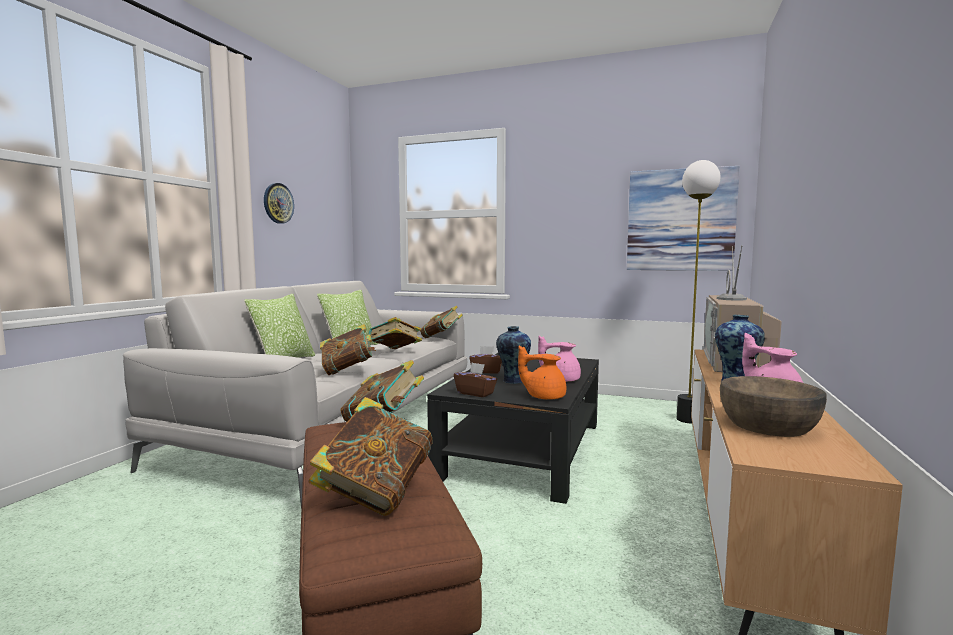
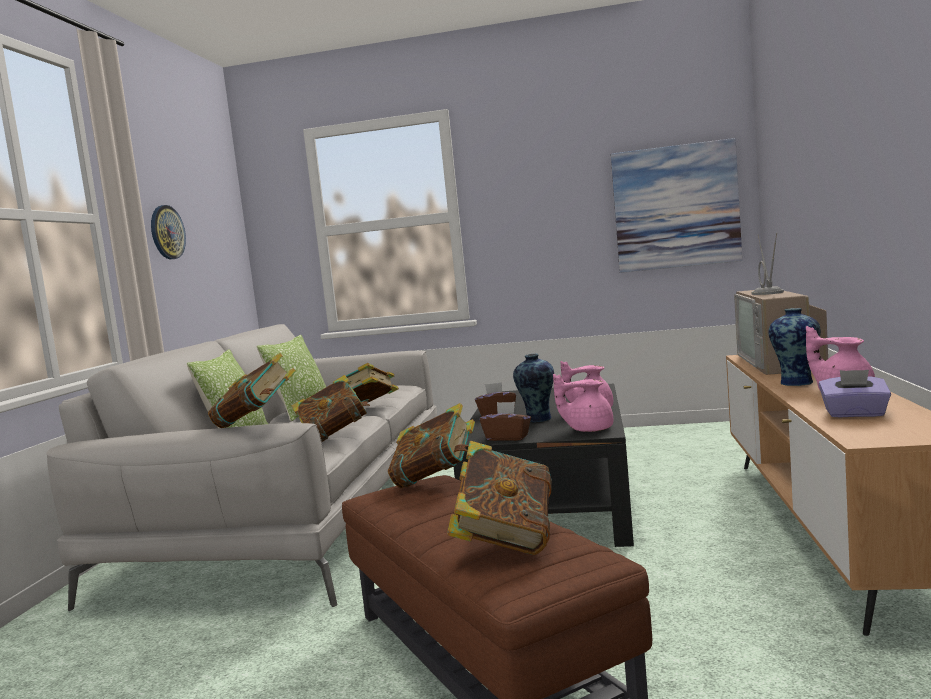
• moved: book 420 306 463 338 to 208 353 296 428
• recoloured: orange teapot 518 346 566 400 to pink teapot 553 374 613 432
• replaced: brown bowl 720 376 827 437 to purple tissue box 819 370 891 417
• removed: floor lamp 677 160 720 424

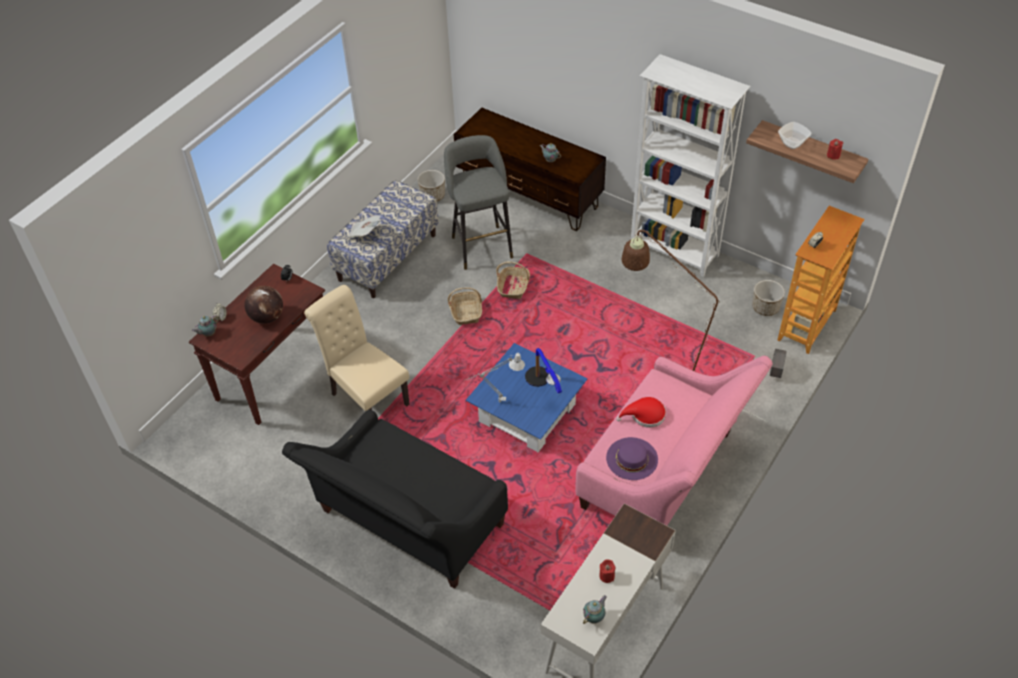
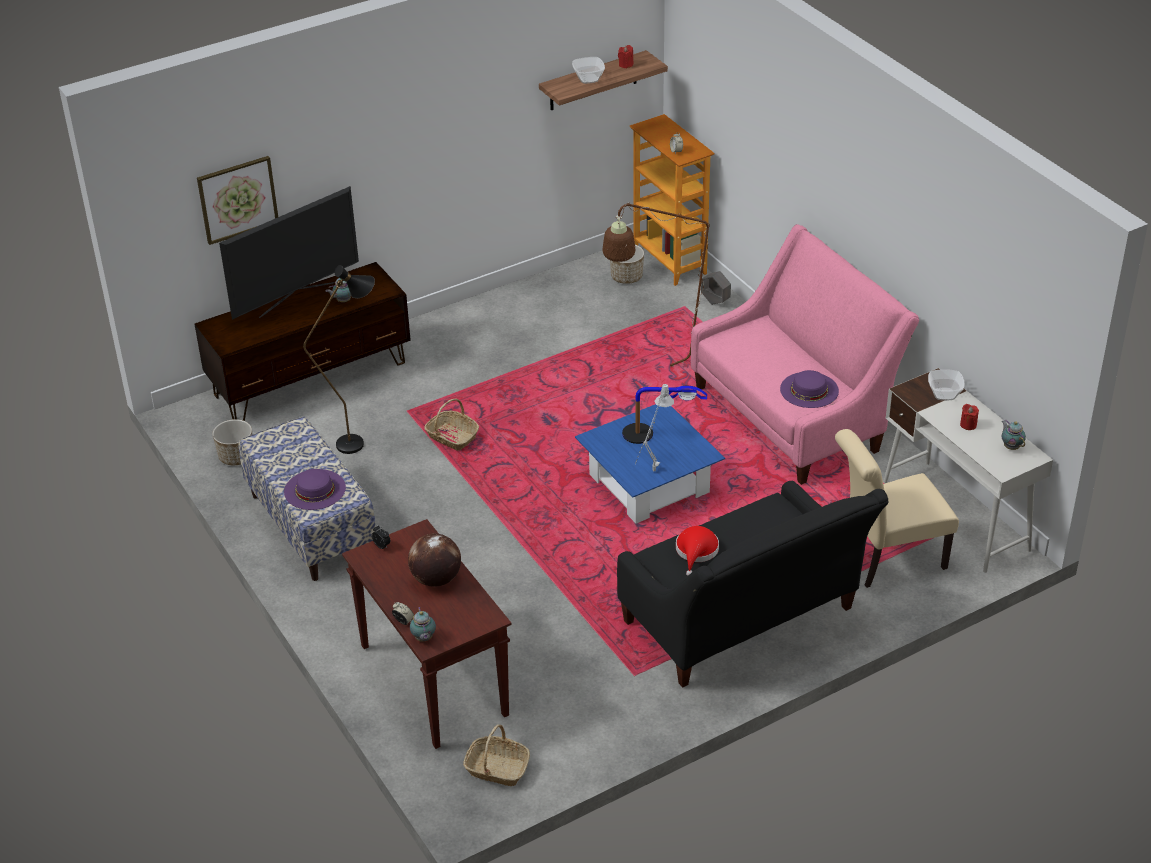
• added: picture 197 156 278 245
• added: television 219 186 359 320
• replaced: newspaper 348 215 381 237 to purple hat 284 469 346 510
• replaced: grey stool 444 135 513 270 to black floor lamp 303 265 375 454
• moved: basket 448 287 482 325 to 463 724 530 786
• moved: red hat 616 397 666 428 to 676 526 719 576
• moved: beige chair 304 285 410 412 to 835 429 959 588
• added: bowl 928 369 964 401
• removed: white bookcase 631 54 750 277

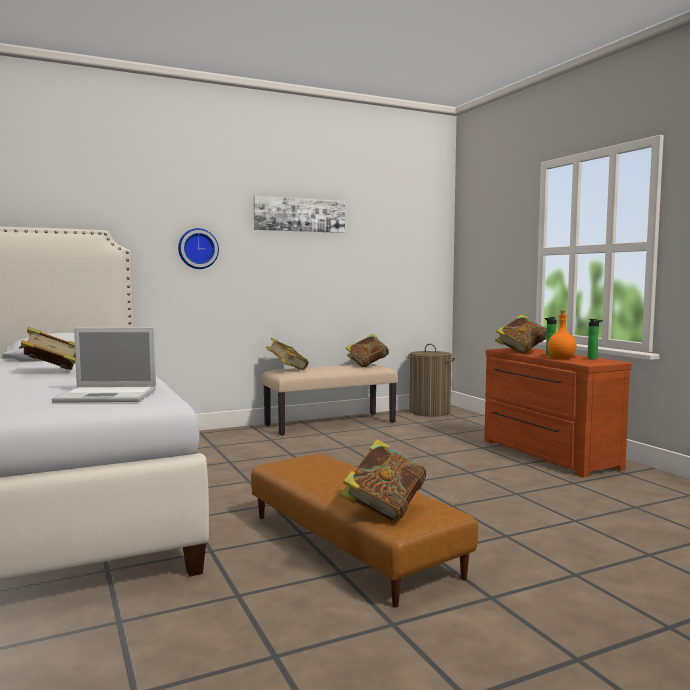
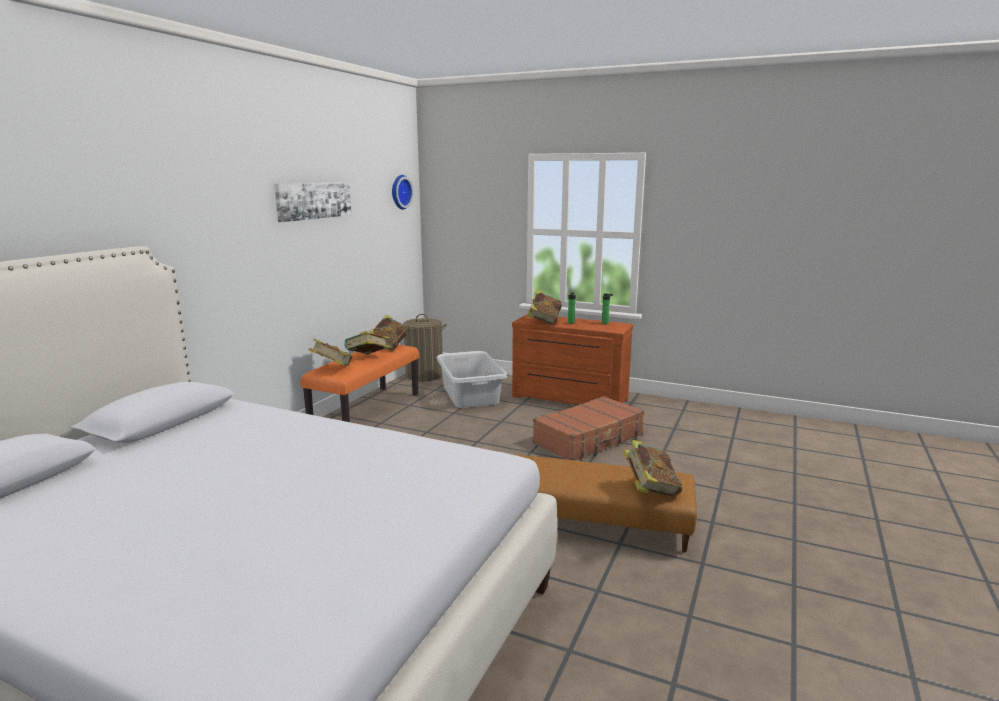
• recoloured: beige bench 262 364 398 436 to orange bench 300 344 419 422
• moved: book 19 327 76 370 to 344 331 390 354
• moved: wall clock 178 228 219 269 to 392 175 414 210
• added: grey laundry basket 436 351 507 408
• added: brown suitcase 533 396 644 460
• removed: laptop 52 328 156 403
• removed: orange bottle 547 311 577 359

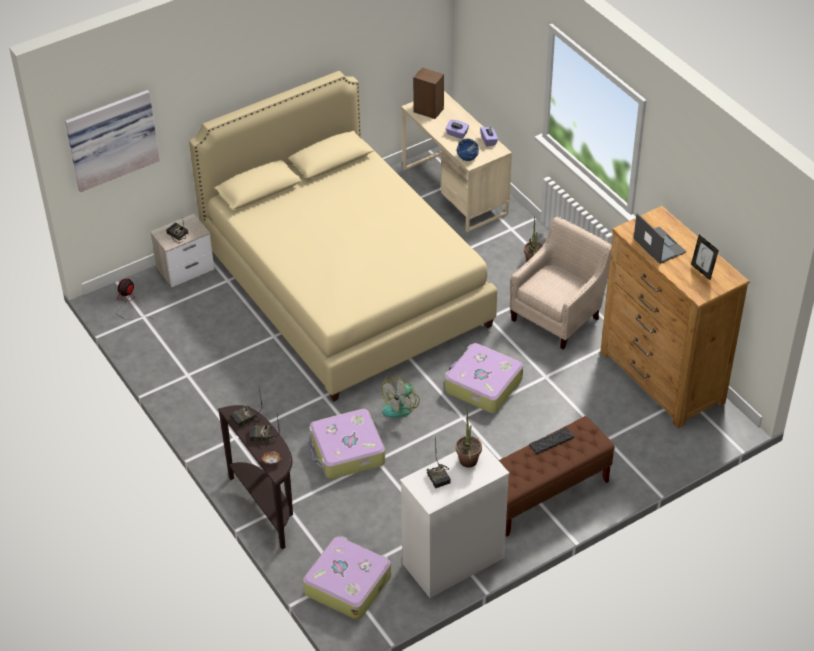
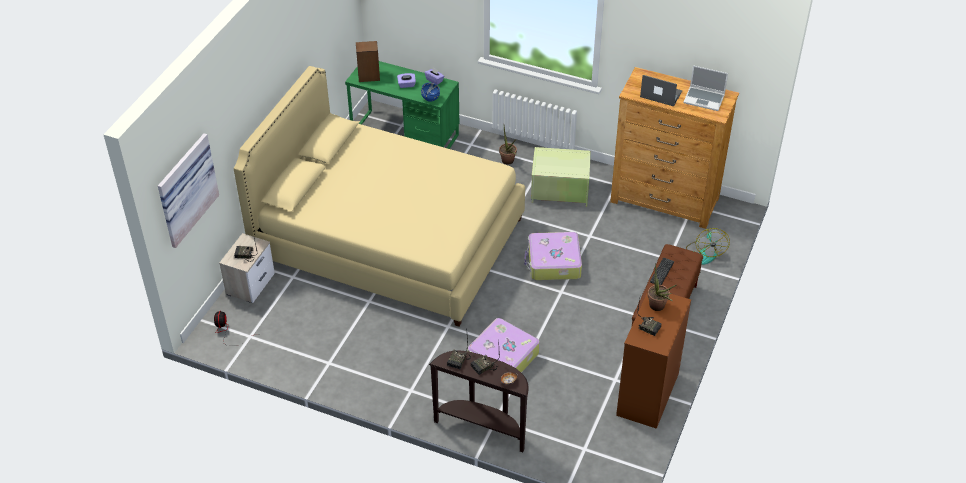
• recoloured: beige desk 401 91 512 232 to green desk 345 61 460 149
• replaced: beige armchair 509 217 612 349 to green storage box 531 147 591 207
• recoloured: white dresser 400 439 510 598 to brown dresser 616 287 691 429
• replaced: picture frame 691 235 719 280 to laptop 683 65 728 111
• moved: fan 382 377 420 418 to 686 228 730 265
• removed: suitcase 303 536 391 620

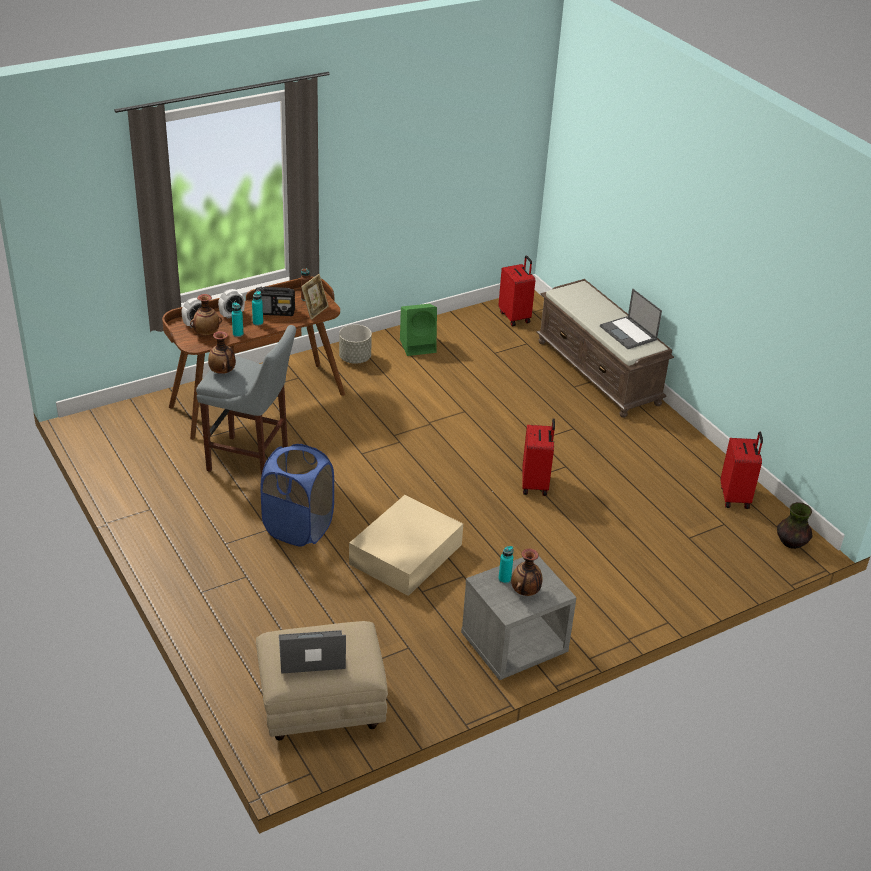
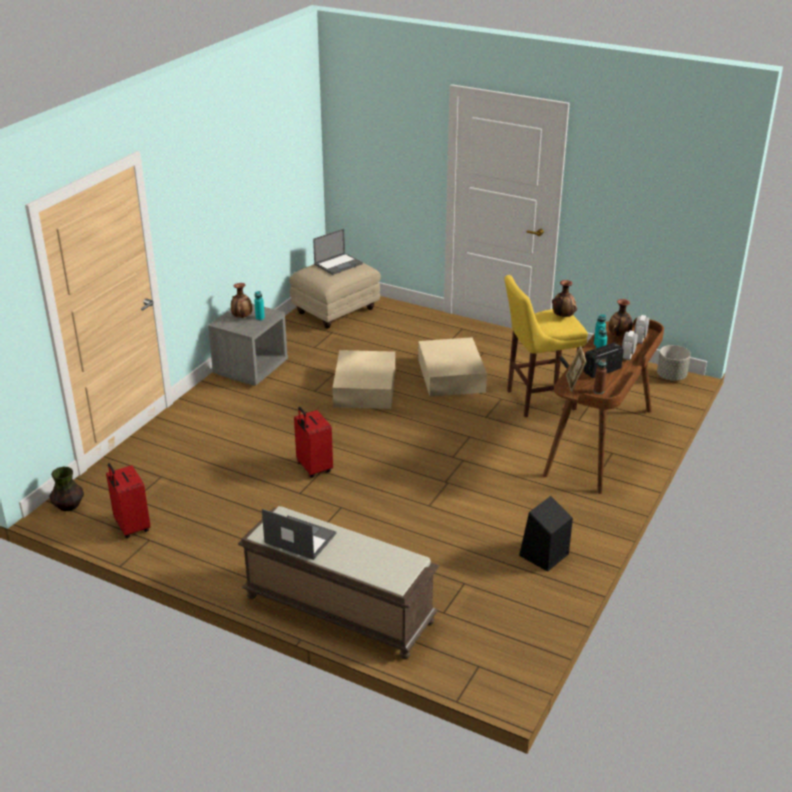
• replaced: blue laundry basket 260 444 334 547 to beige storage box 418 337 487 397
• recoloured: grey stool 196 325 296 476 to yellow stool 504 275 588 417
• recoloured: green speaker 400 304 437 356 to black speaker 519 496 573 572
• moved: grey planter 339 324 372 364 to 657 345 691 381
• removed: red suitcase 499 255 535 326

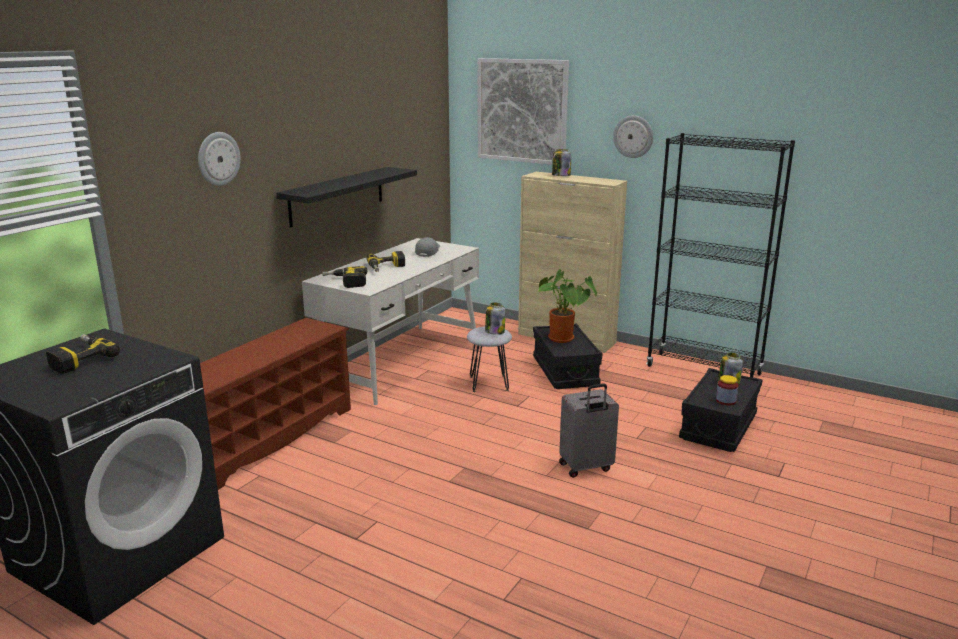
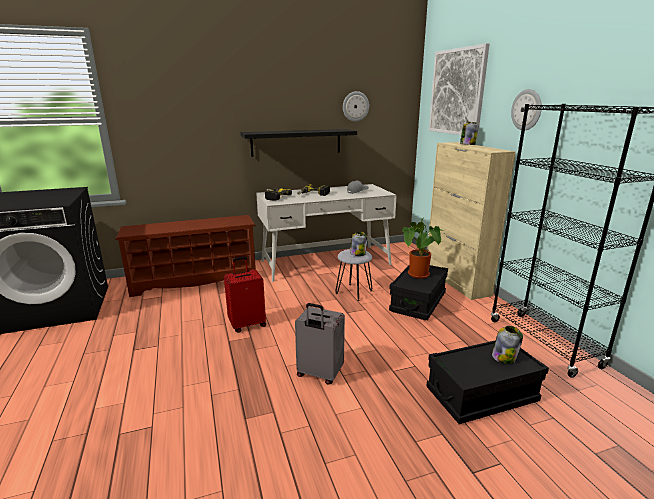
• added: red suitcase 224 257 266 333
• moved: wall clock 198 132 241 186 to 343 91 369 122
• removed: power drill 46 334 120 374
• removed: jar 716 375 738 405

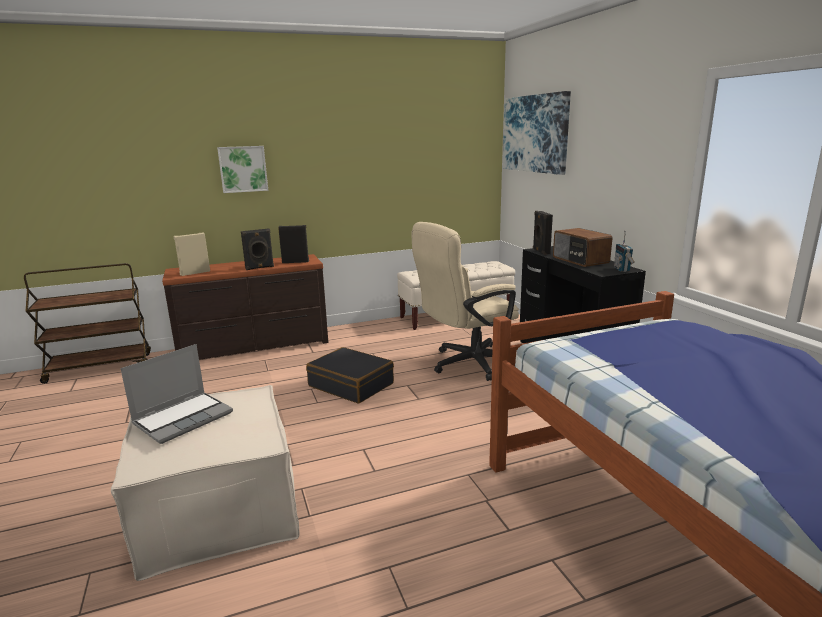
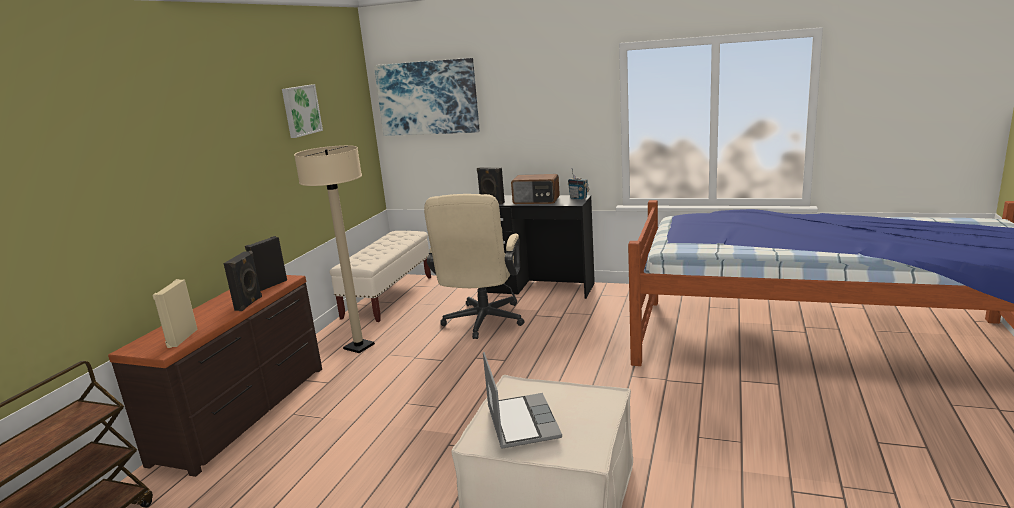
• moved: picture 217 146 268 193 to 282 84 323 138
• added: beige floor lamp 294 145 375 353
• removed: black suitcase 306 347 394 403

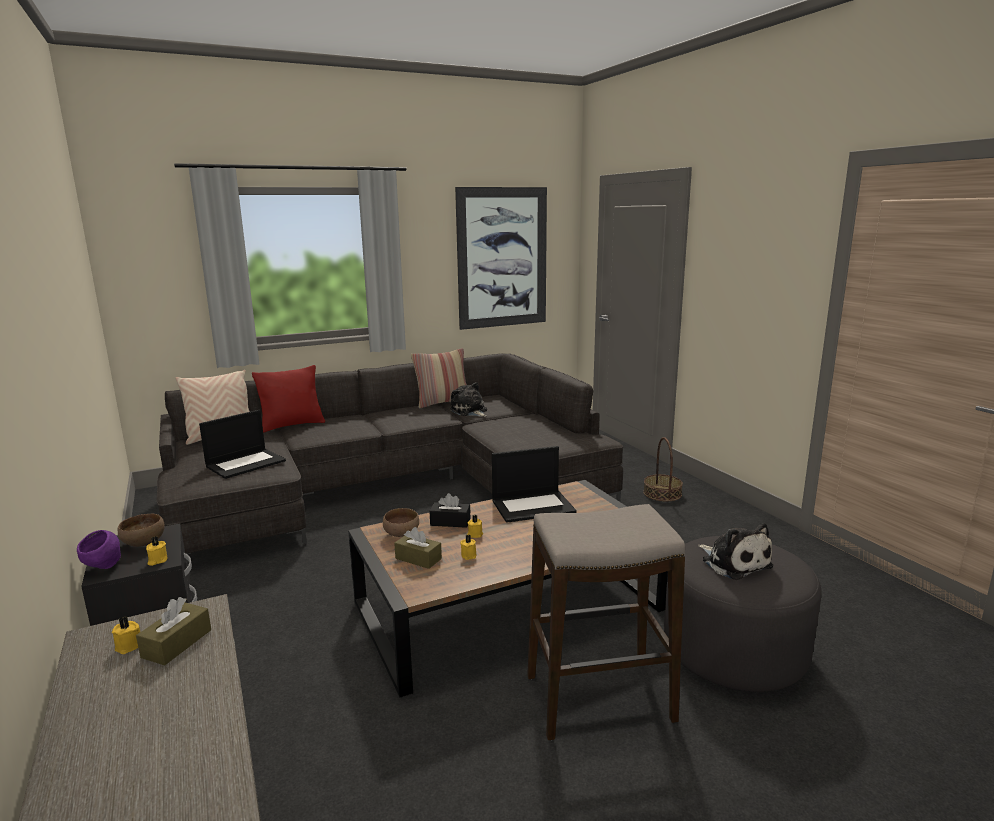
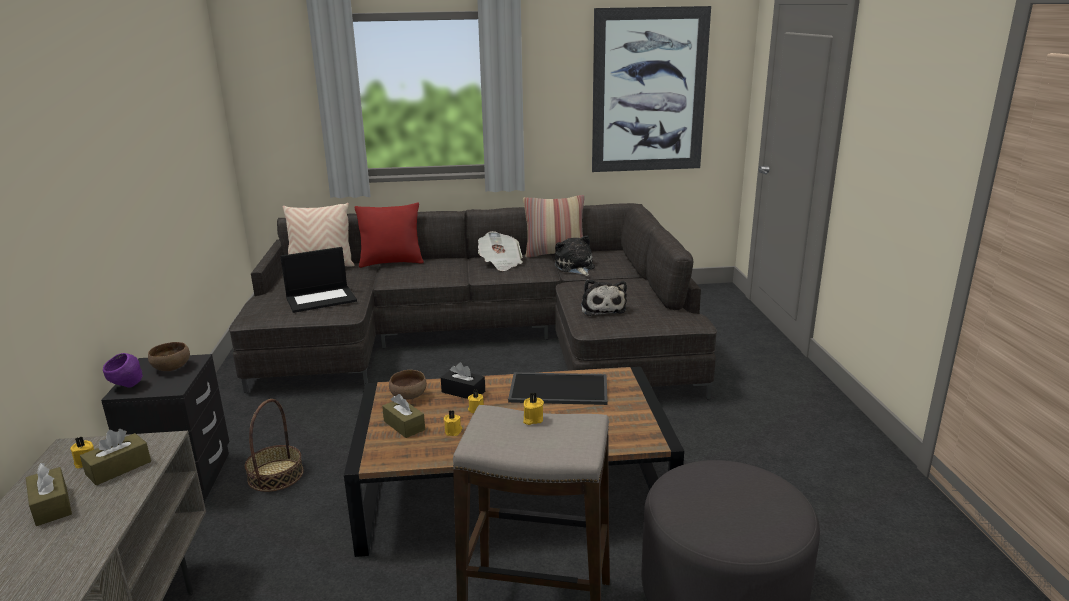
• added: brown tissue box 26 463 72 526
• moved: basket 643 437 683 501 to 245 399 304 492
• added: newspaper 478 231 523 271
• replaced: laptop 492 446 576 523 to tray 508 372 608 405
• moved: yellow candle 146 536 168 566 to 523 392 544 425
• moved: plush toy 698 523 773 580 to 581 279 627 316

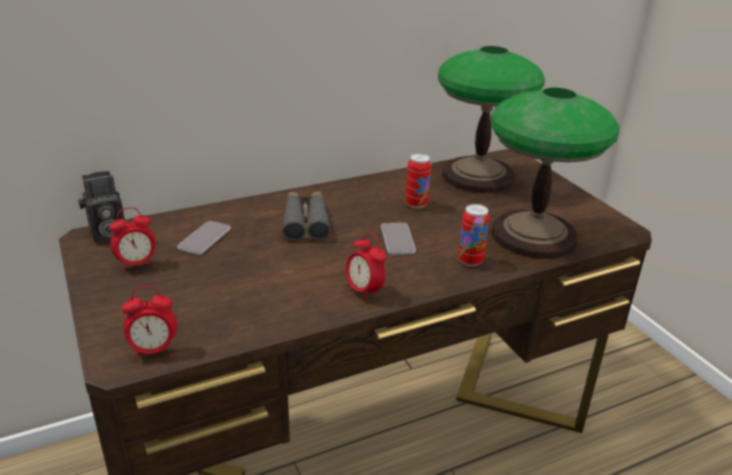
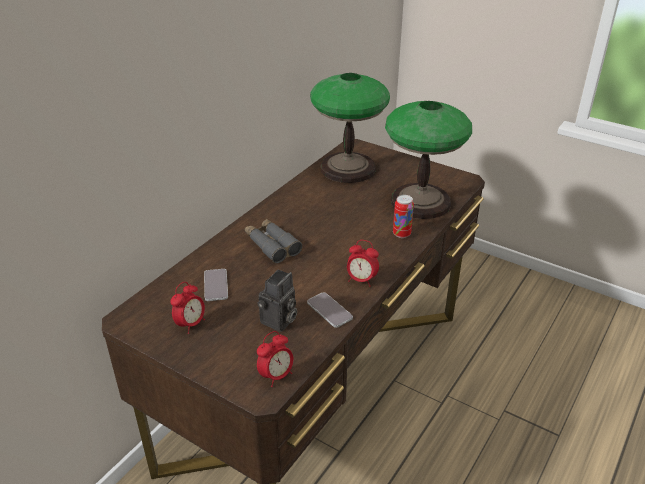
• moved: photo camera 78 171 125 243 to 257 269 297 332
• moved: phone 381 223 416 255 to 307 292 353 328
• removed: can 406 153 431 209

